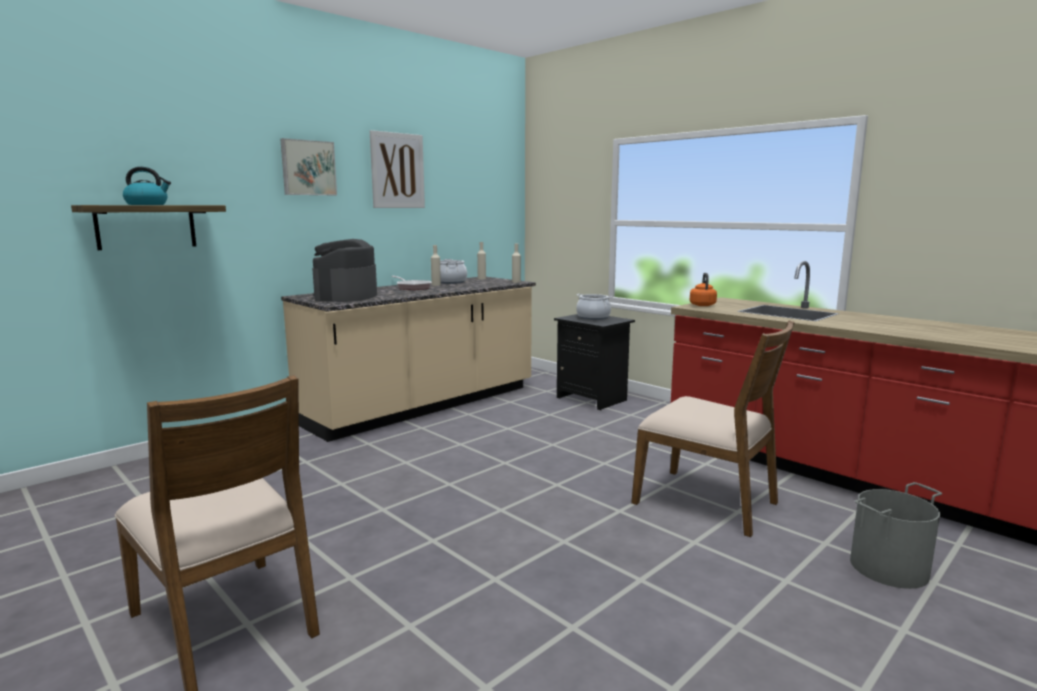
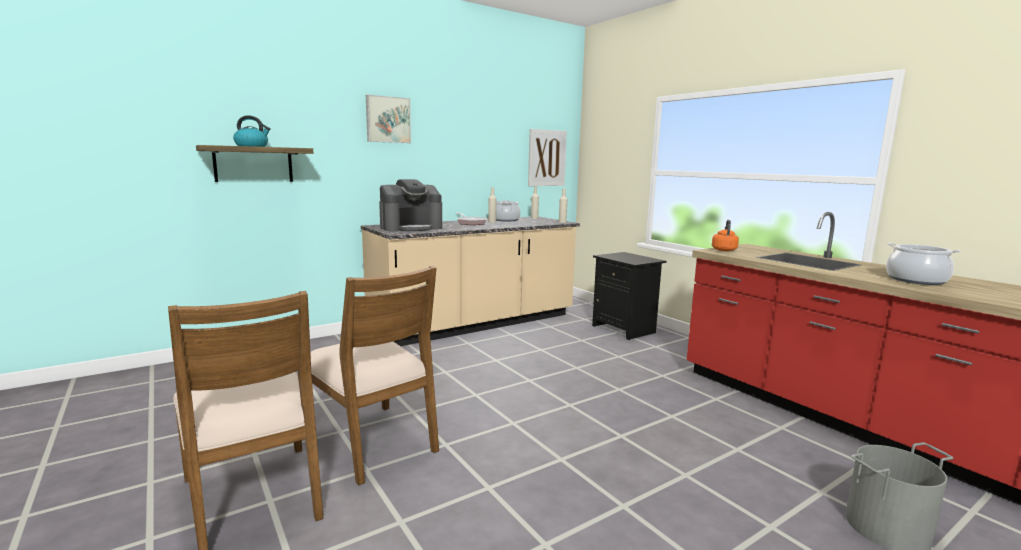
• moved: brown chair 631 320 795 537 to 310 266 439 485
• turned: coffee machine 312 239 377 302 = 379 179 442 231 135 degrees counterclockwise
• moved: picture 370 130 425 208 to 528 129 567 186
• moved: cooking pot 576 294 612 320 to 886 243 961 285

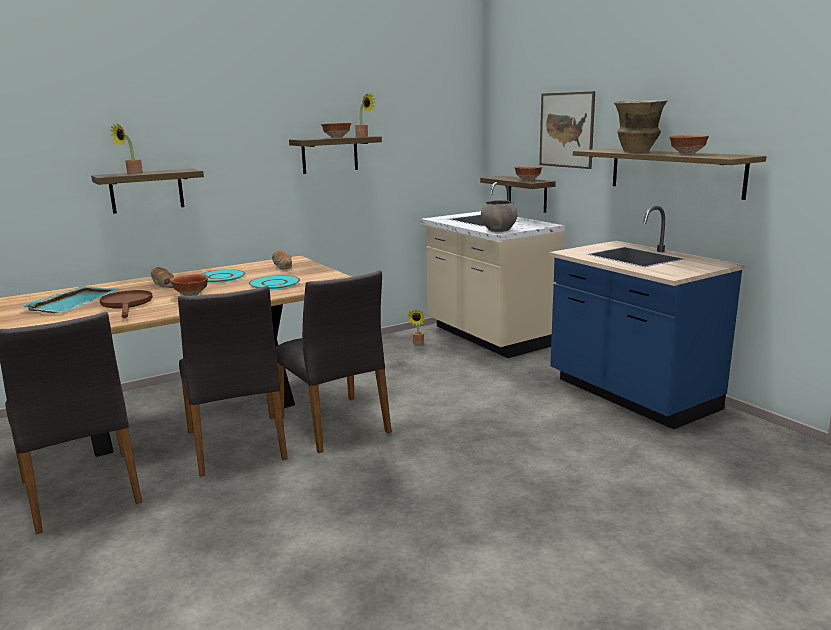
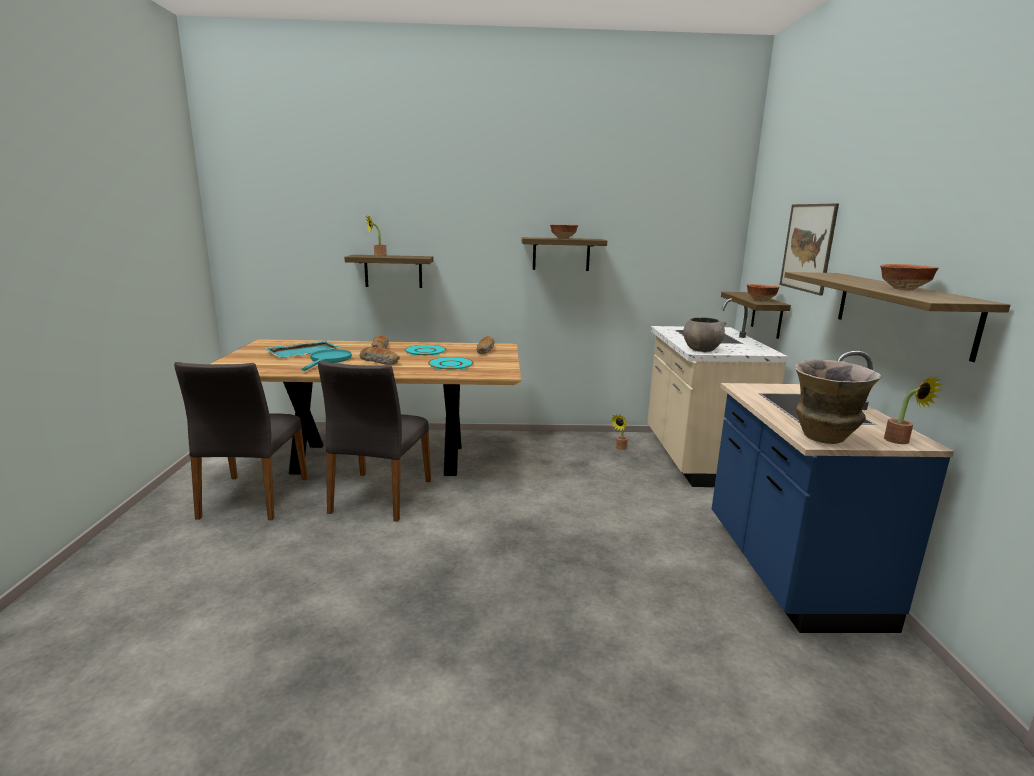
• recoloured: brown frying pan 99 290 153 318 to turquoise frying pan 302 349 352 371
• replaced: bowl 170 274 208 296 to bread 360 347 400 365
• moved: vase 614 100 668 152 to 795 360 881 444
• moved: potted plant 355 93 376 137 to 884 376 943 444
• removed: grey chair 275 270 391 453

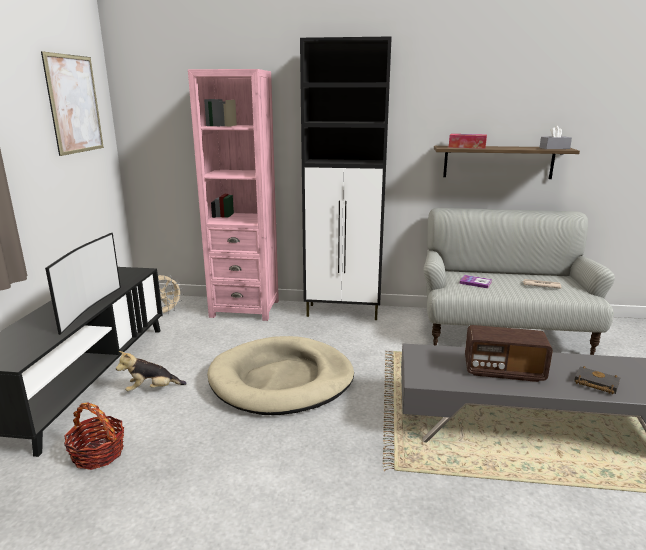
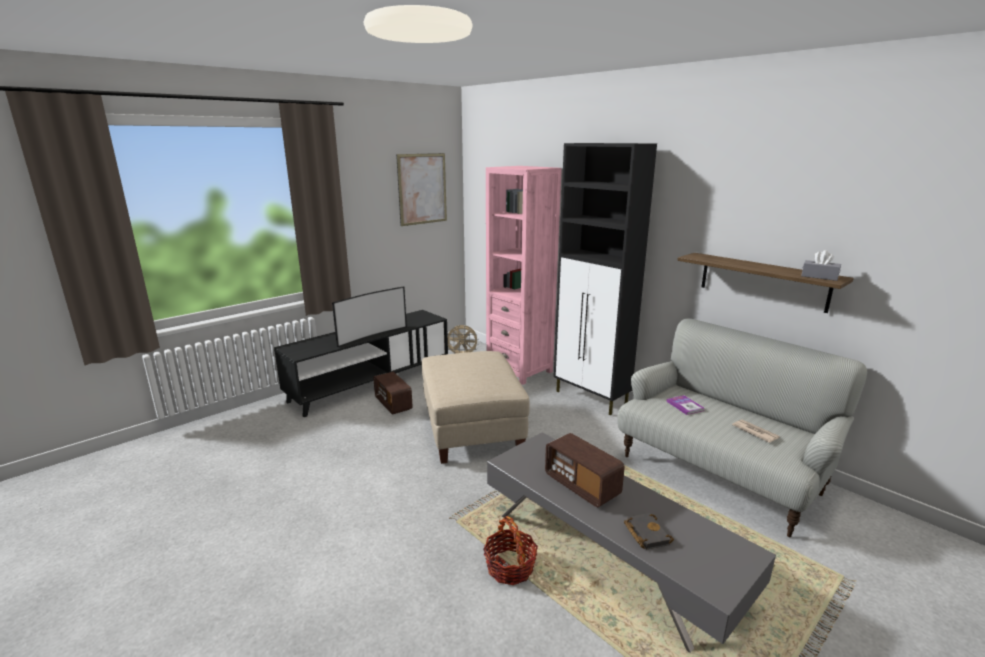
• replaced: plush toy 116 351 187 391 to radio 373 372 413 414
• replaced: beige dog bed 207 336 354 415 to beige ottoman 422 351 530 464
• moved: basket 64 402 124 470 to 483 516 538 585
• removed: tissue box 449 134 487 149

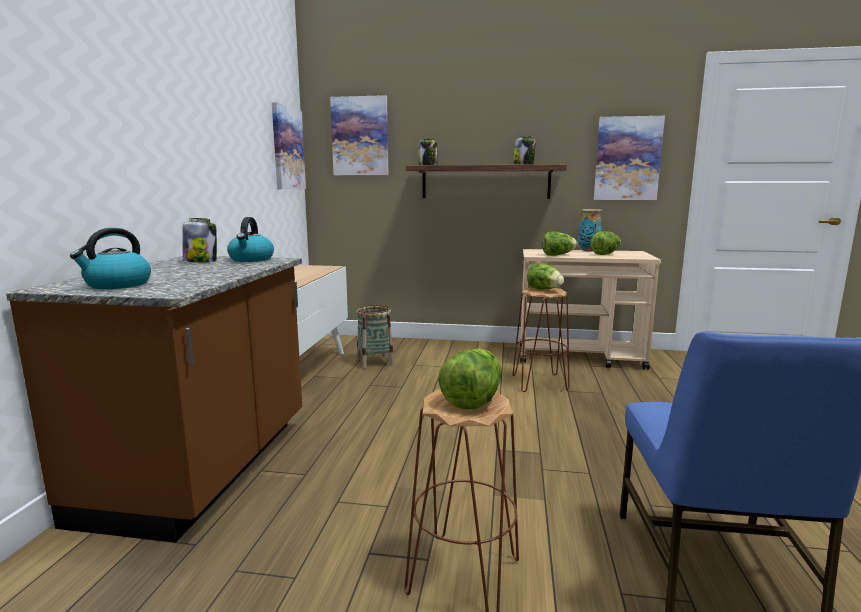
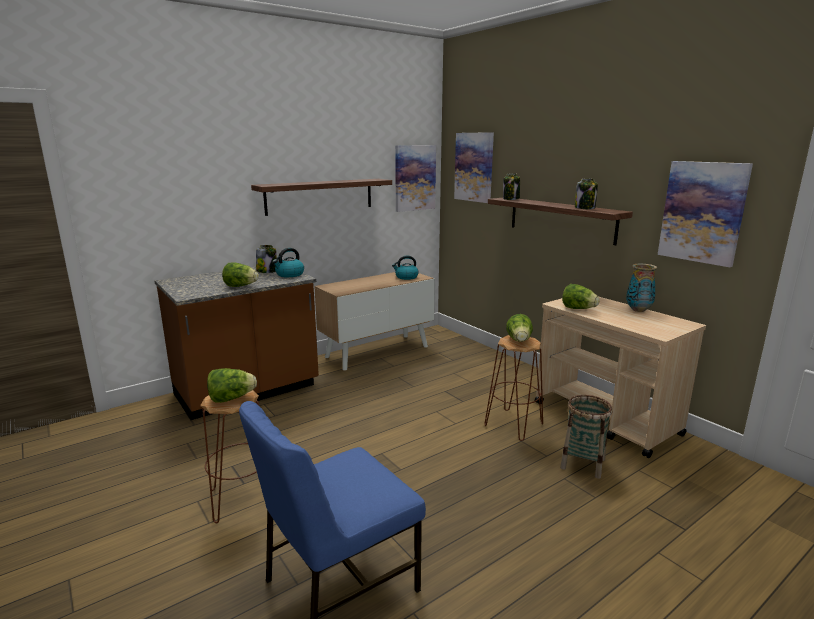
• moved: lettuce 590 231 621 255 to 222 263 259 287
• added: shelf 251 179 392 216
• moved: kettle 70 228 151 289 to 392 256 419 280
• moved: basket 356 305 394 369 to 560 395 612 479

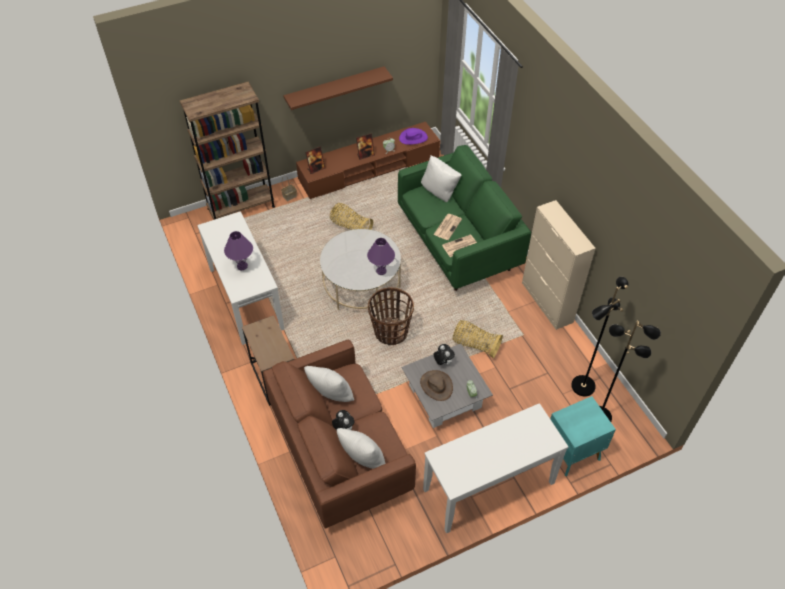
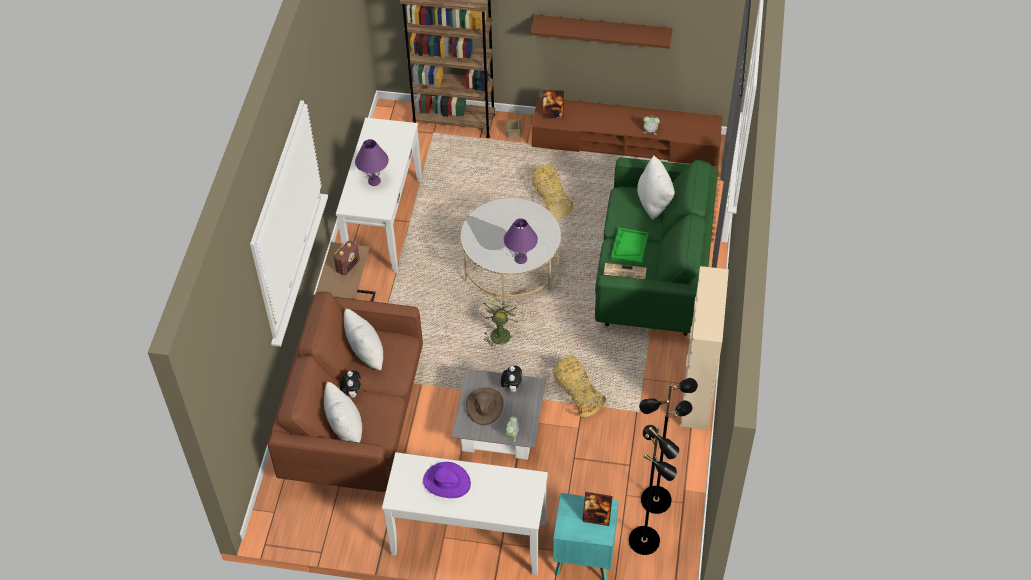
• added: radio 334 241 360 276
• moved: purple hat 399 128 428 145 to 423 462 471 498
• replaced: basket 368 287 414 345 to green fan 478 295 524 349
• moved: picture frame 356 133 375 160 to 582 492 612 526
• replaced: newspaper 433 214 462 240 to green tray 611 227 649 265

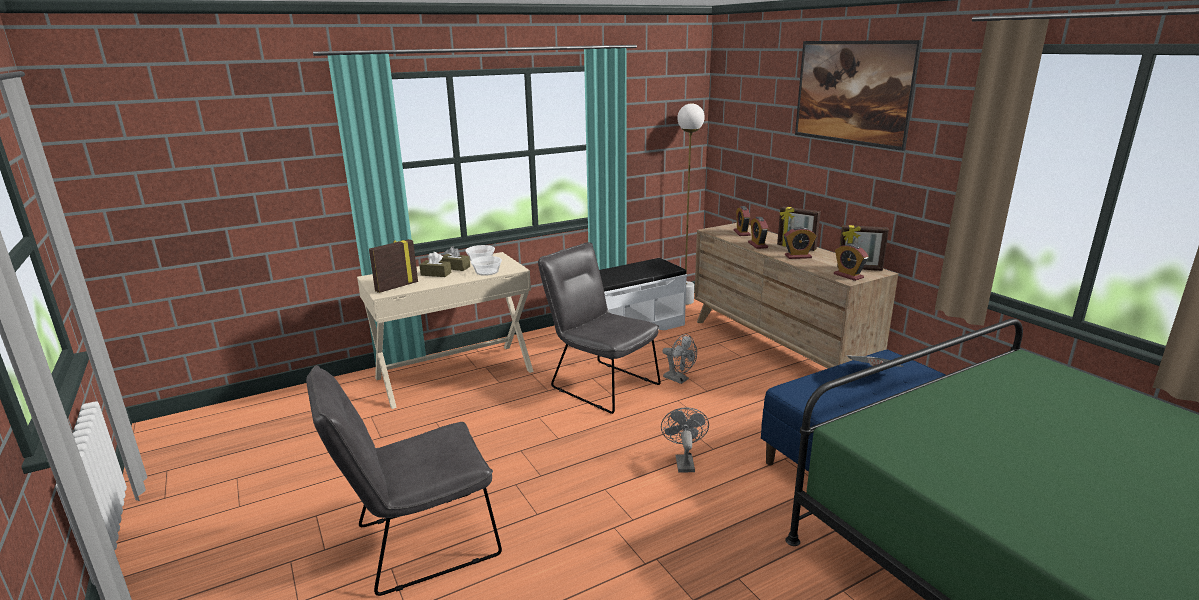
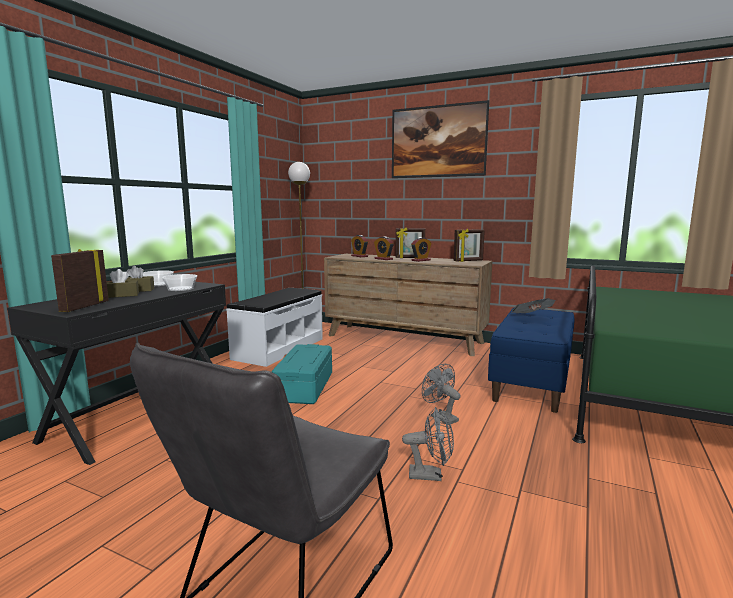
• recoloured: beige desk 357 252 534 409 to black desk 7 282 226 465
• replaced: grey chair 538 242 661 414 to turquoise storage box 271 344 332 404
• moved: grey fan 662 334 697 384 to 402 407 454 481
• removed: alarm clock 834 243 869 281

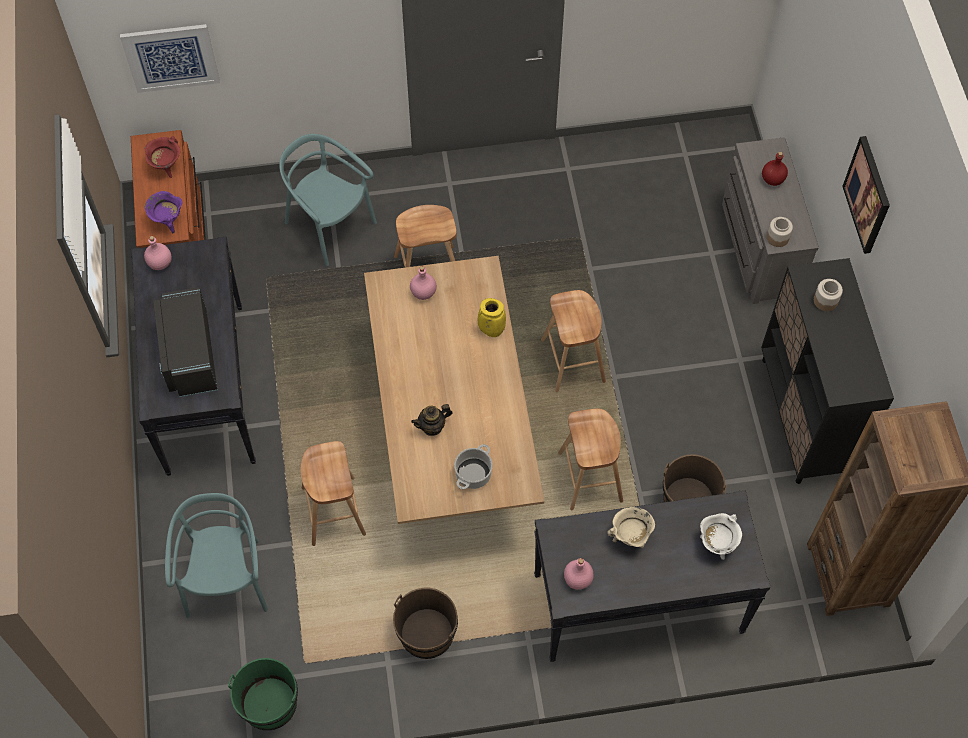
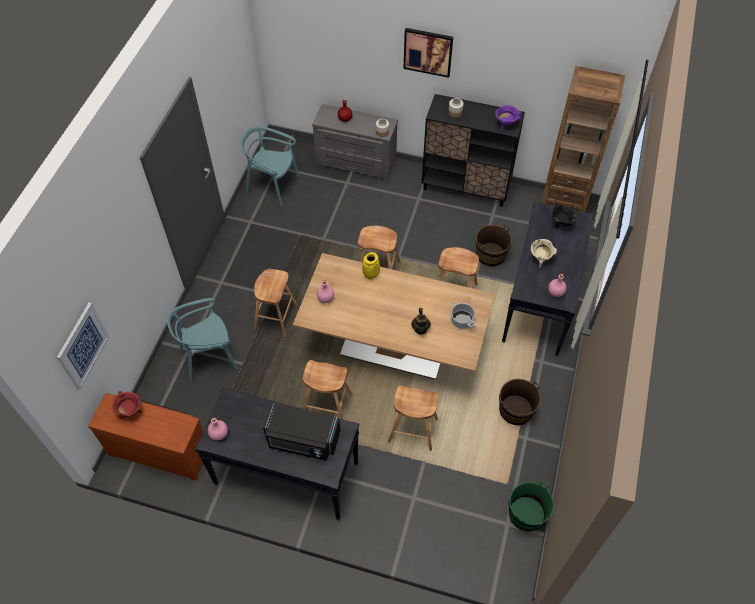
• moved: turquoise chair 165 493 268 618 to 241 126 299 206
• added: brown stool 303 360 353 420
• moved: purple cooking pot 145 191 183 233 to 495 105 522 131
• recoloured: white cooking pot 700 513 742 560 to black cooking pot 552 203 576 228

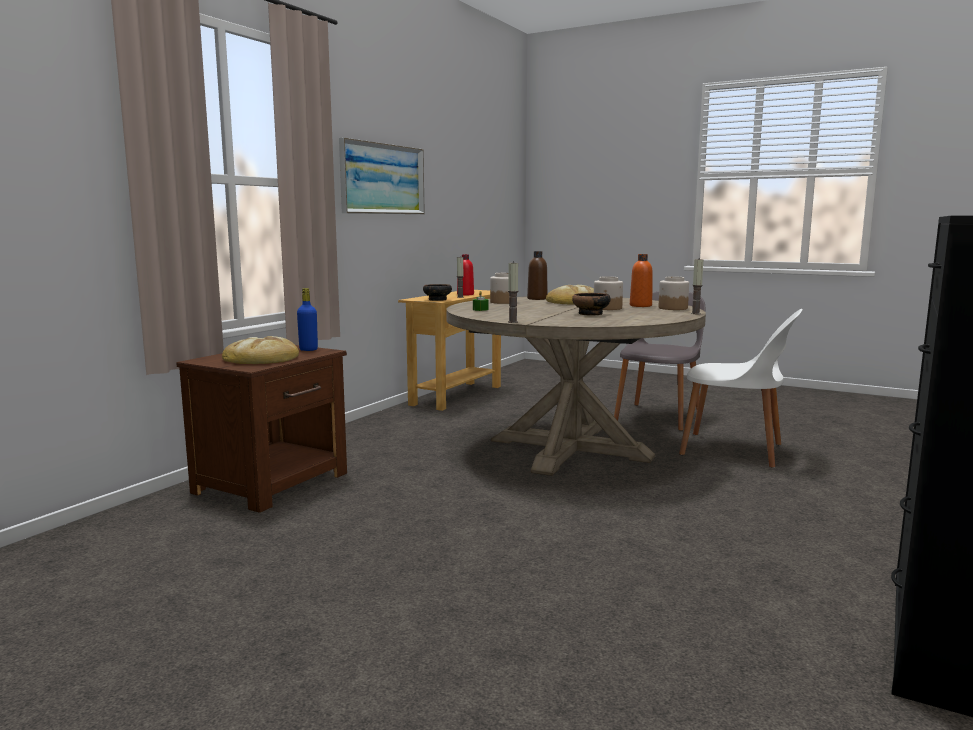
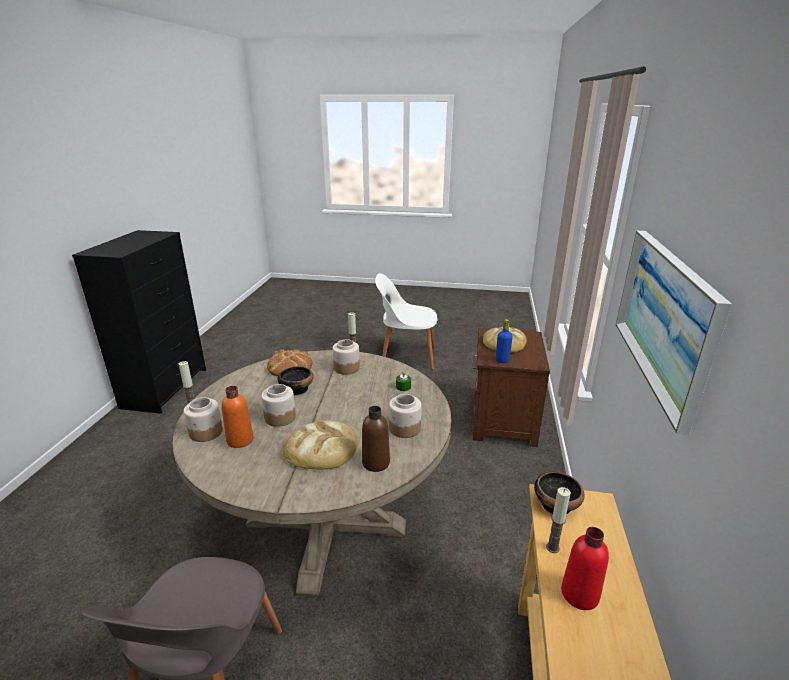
• added: bread 267 349 312 376
• added: jar 332 339 360 375
• moved: white chair 679 309 803 468 to 375 273 438 370

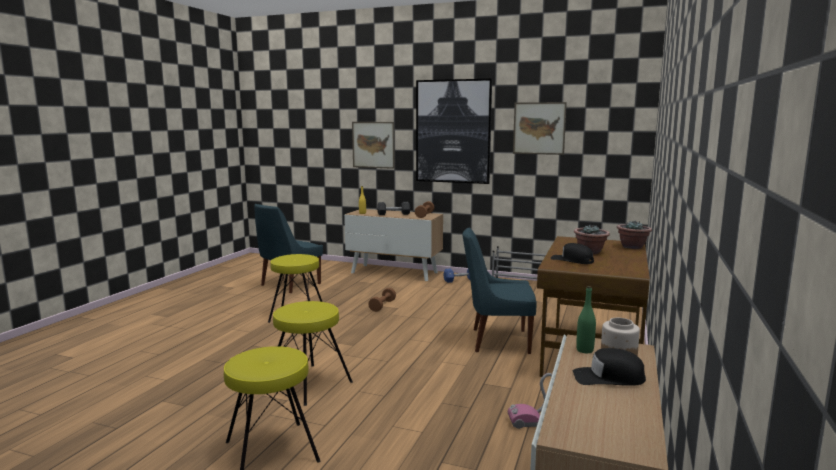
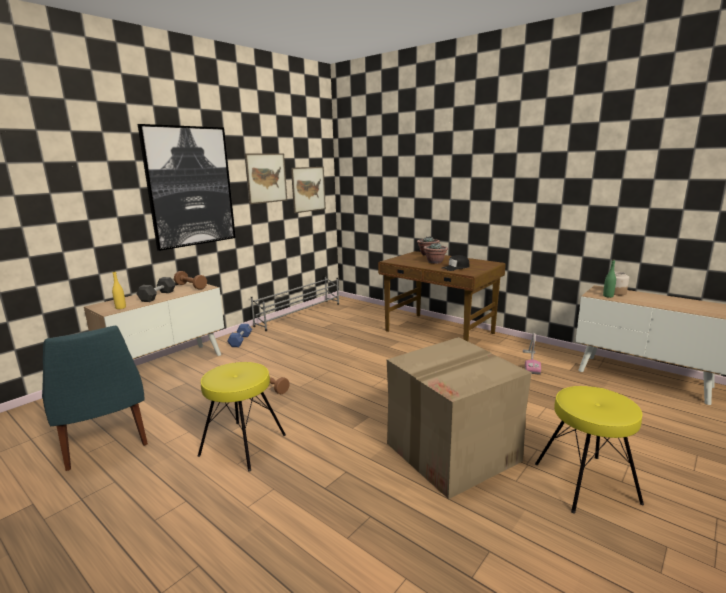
• moved: picture 352 122 395 169 to 291 167 326 213
• replaced: yellow stool 273 301 353 406 to cardboard box 387 337 532 499
• removed: blue chair 462 227 537 354
• removed: black cap 573 348 646 386

